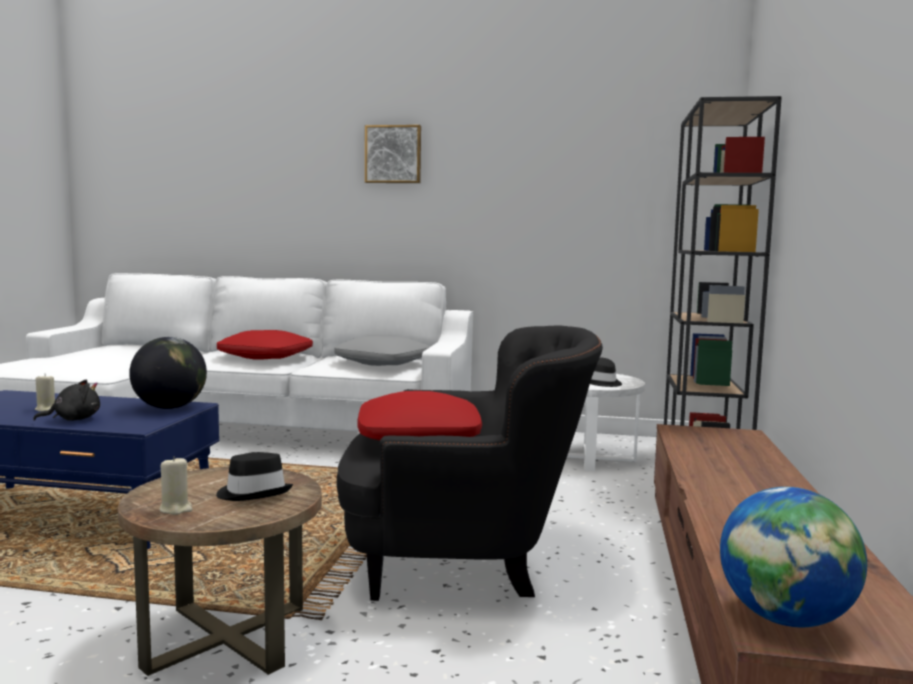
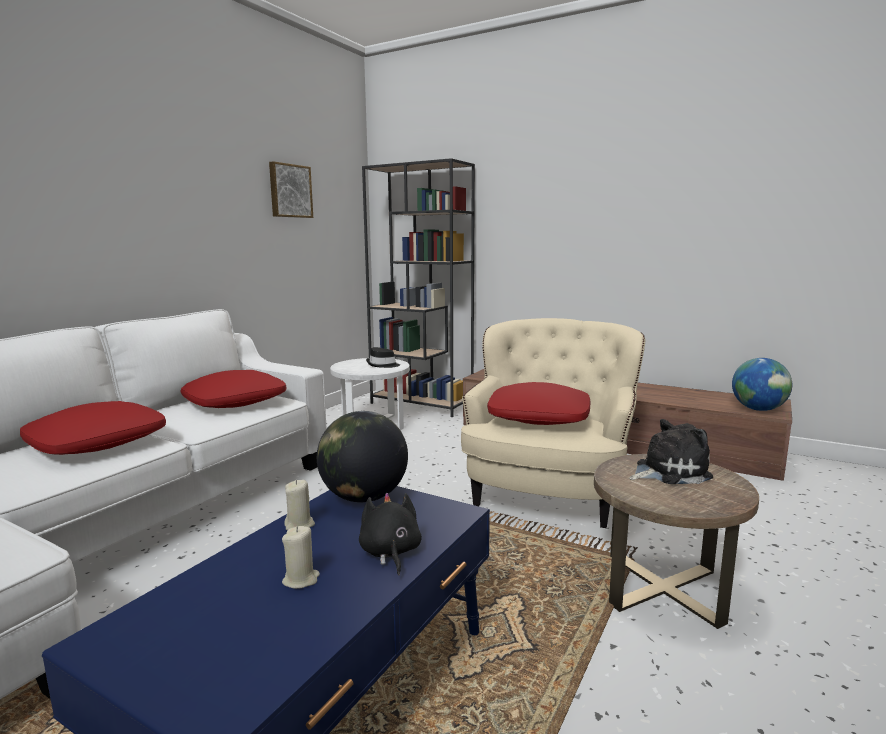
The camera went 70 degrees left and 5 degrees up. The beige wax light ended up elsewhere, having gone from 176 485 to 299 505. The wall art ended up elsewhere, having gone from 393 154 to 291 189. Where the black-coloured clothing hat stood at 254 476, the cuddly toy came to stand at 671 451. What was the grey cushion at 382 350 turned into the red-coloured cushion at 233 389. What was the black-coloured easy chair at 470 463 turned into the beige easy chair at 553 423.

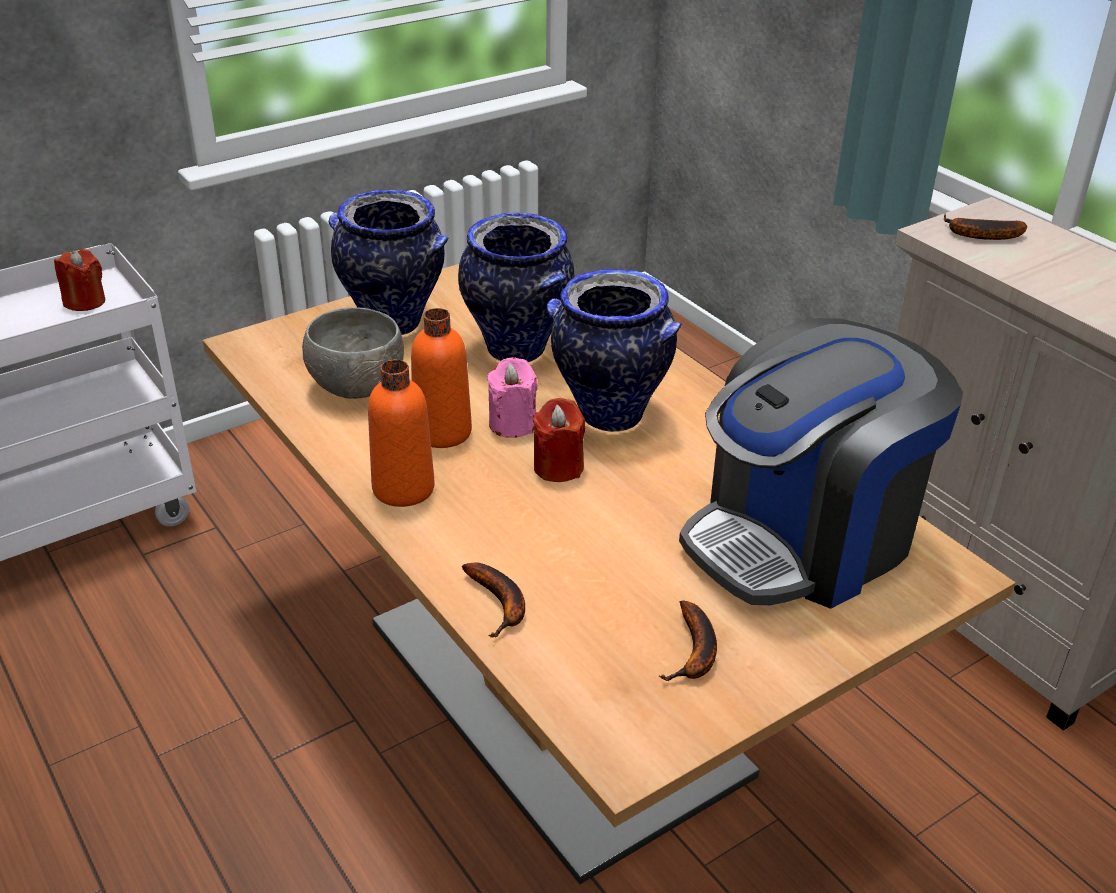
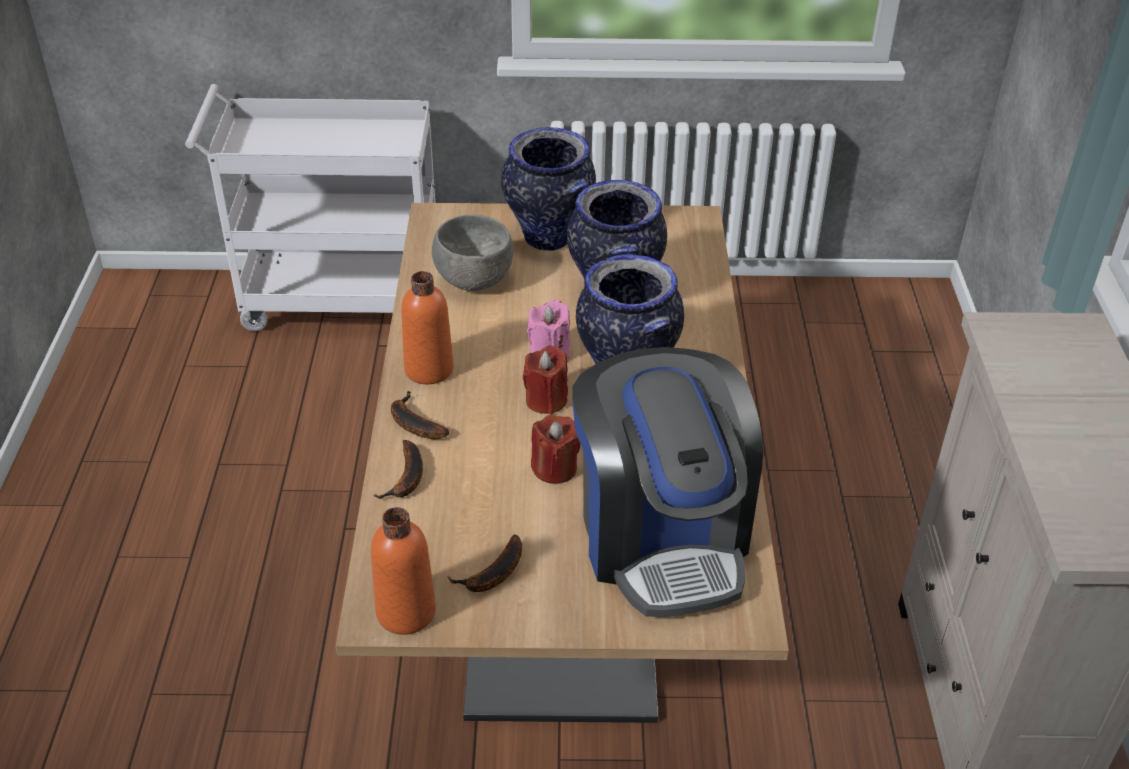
The camera went 35 degrees right and 5 degrees up. The red-coloured wax light ended up elsewhere, having gone from 79 280 to 556 449. The orange drink bottle ended up elsewhere, having gone from 441 378 to 403 571. The whole banana ended up elsewhere, having gone from 985 227 to 420 415. The coffee maker at 821 463 ended up facing another way, 105 degrees counterclockwise from before.

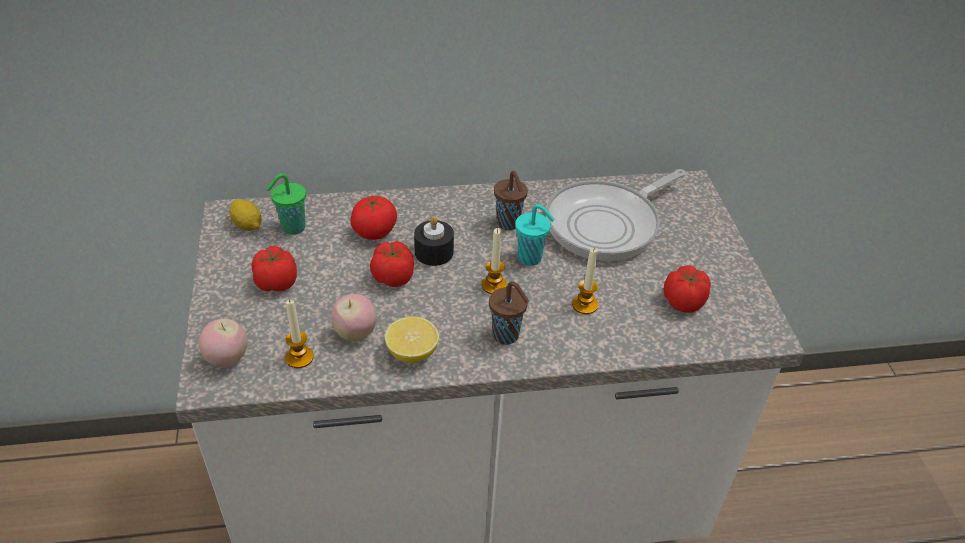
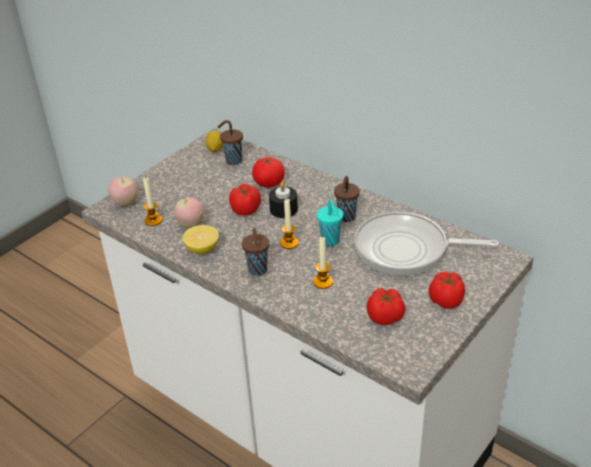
The camera went 50 degrees right and 5 degrees down. The whole tomato ended up elsewhere, having gone from 274 269 to 447 290. What was the greenish drinking cup at 286 204 turned into the brown-coloured drinking cup at 230 142.

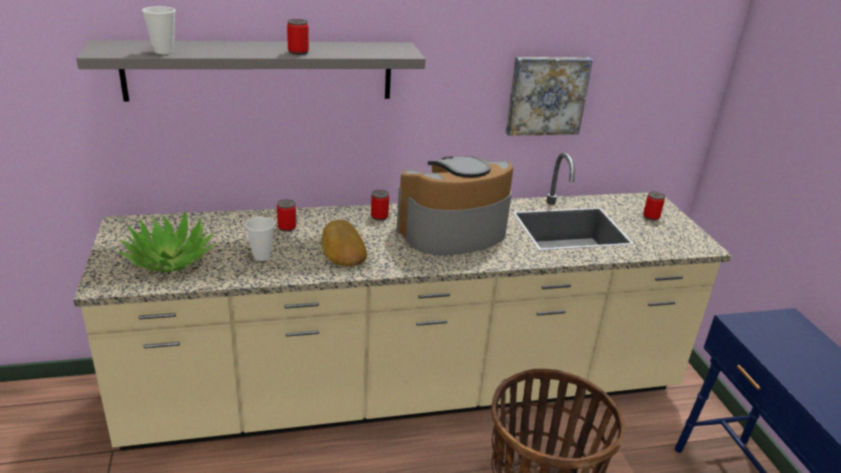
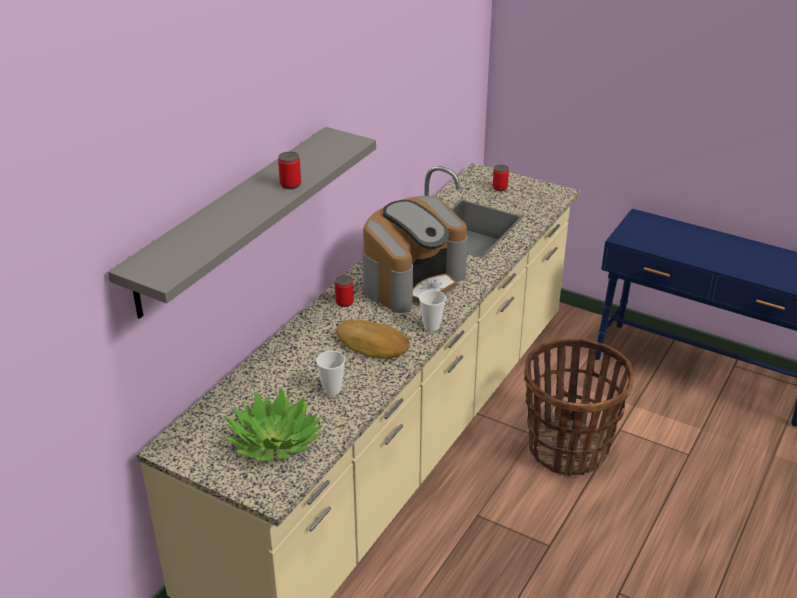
The camera went 45 degrees left and 5 degrees up. The second view lost the sealed can at 286 215. The second view lost the wall art at 549 96. The drinking cup ended up elsewhere, having gone from 159 30 to 432 310. The coffee maker at 455 205 ended up facing another way, 150 degrees counterclockwise from before.

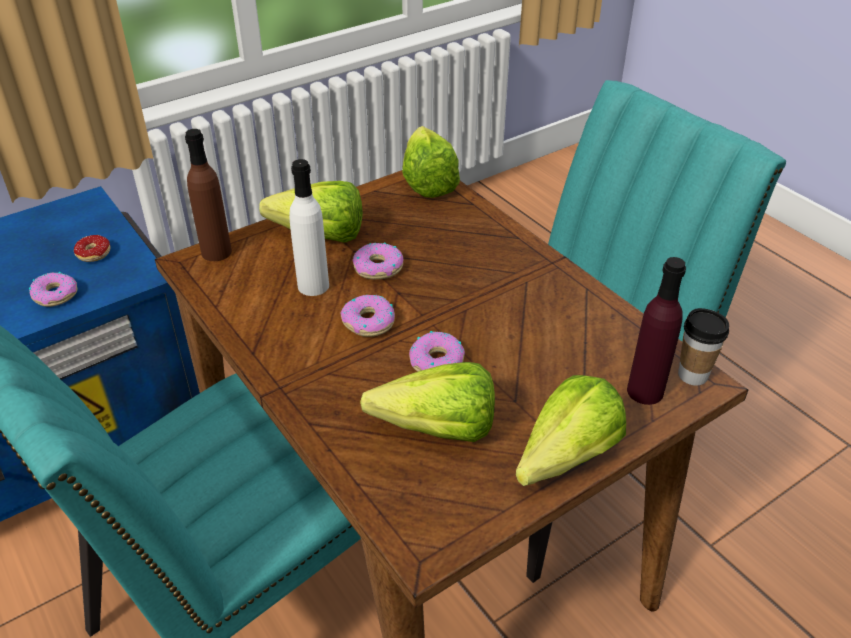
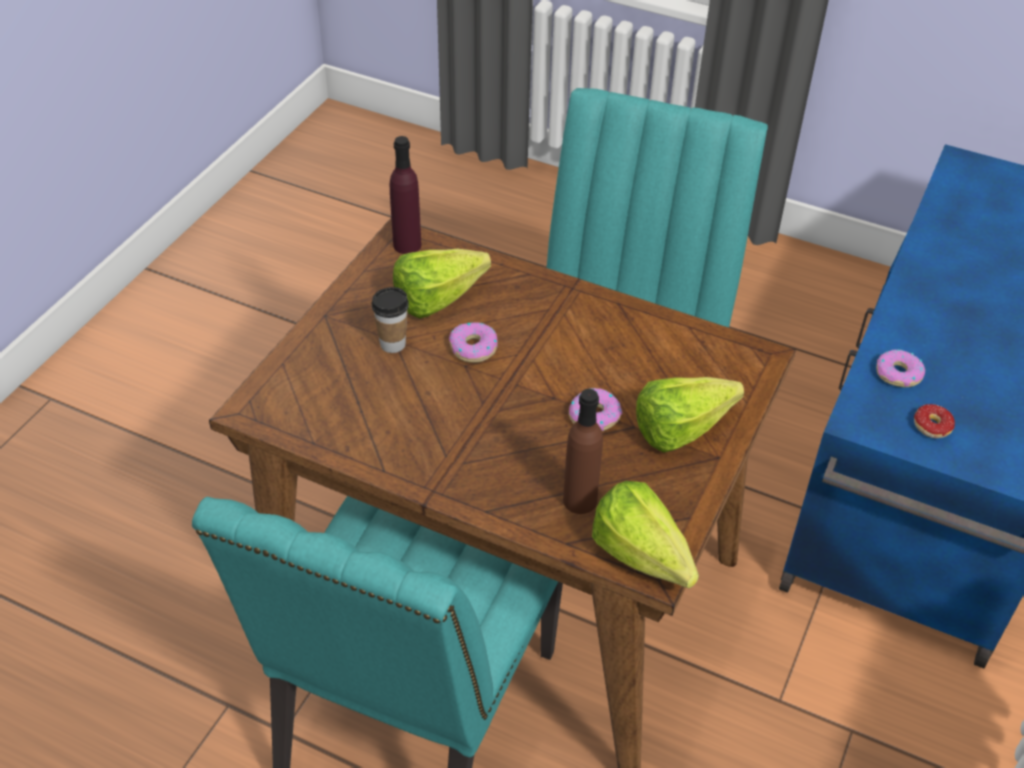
The camera went 150 degrees right and 5 degrees up. The second view lost the white-coloured drink bottle at 309 227. The second view lost the doughnut at 367 315. The second view lost the lettuce head at 571 430. The brown-coloured drink bottle ended up elsewhere, having gone from 208 195 to 583 451. The purple drink bottle ended up elsewhere, having gone from 656 331 to 405 195. The drinking cup ended up elsewhere, having gone from 703 347 to 390 320.

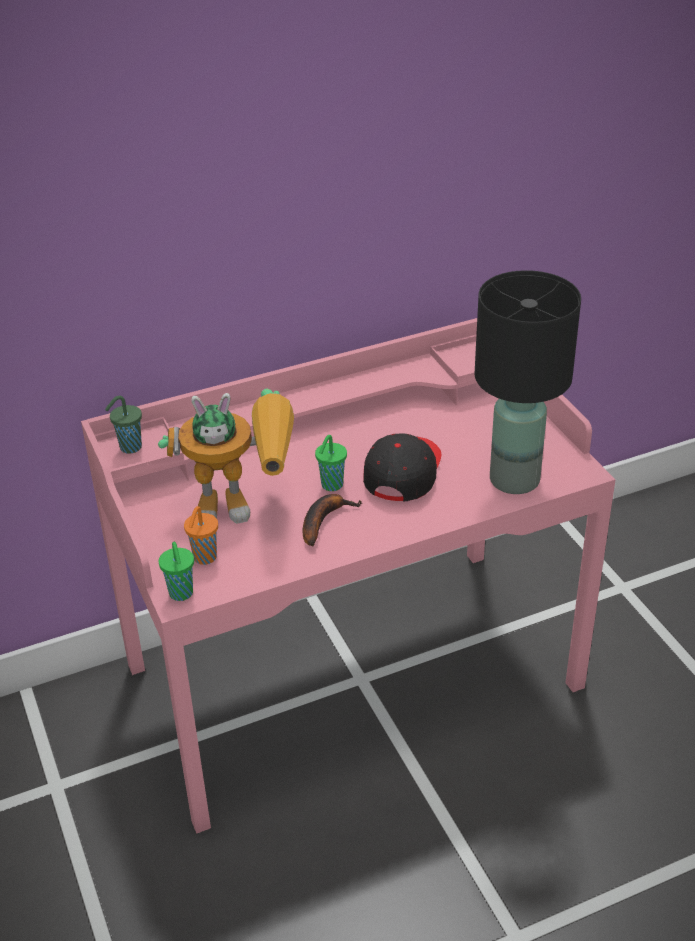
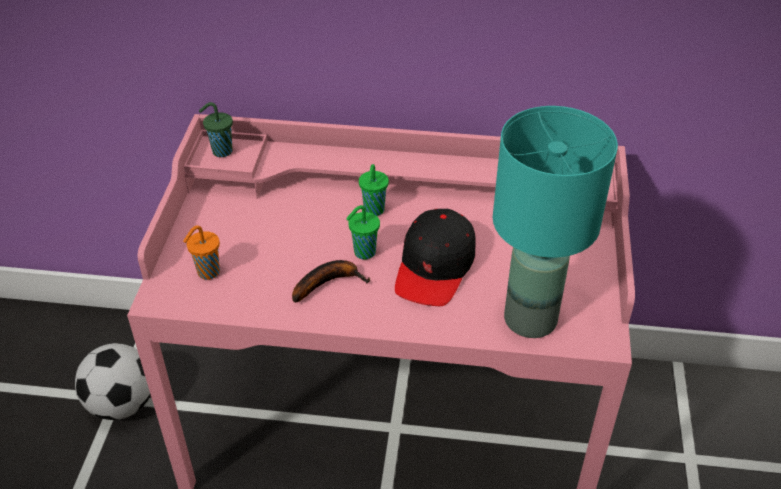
The camera went 30 degrees right and 5 degrees up. The second view lost the toy robot at 226 456. The second view gained the football ball at 113 381. The greenish drinking cup ended up elsewhere, having gone from 176 571 to 374 190. What was the black-coloured lamp for a table at 528 382 turned into the blue-green lamp for a table at 555 222. The black-coloured baseball cap at 402 467 ended up facing another way, 150 degrees clockwise from before.

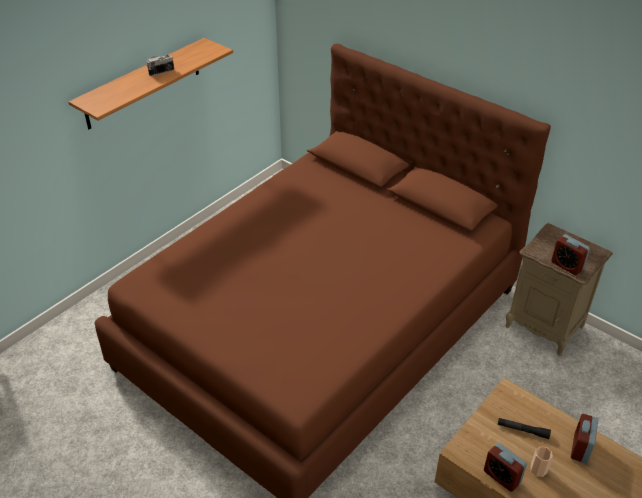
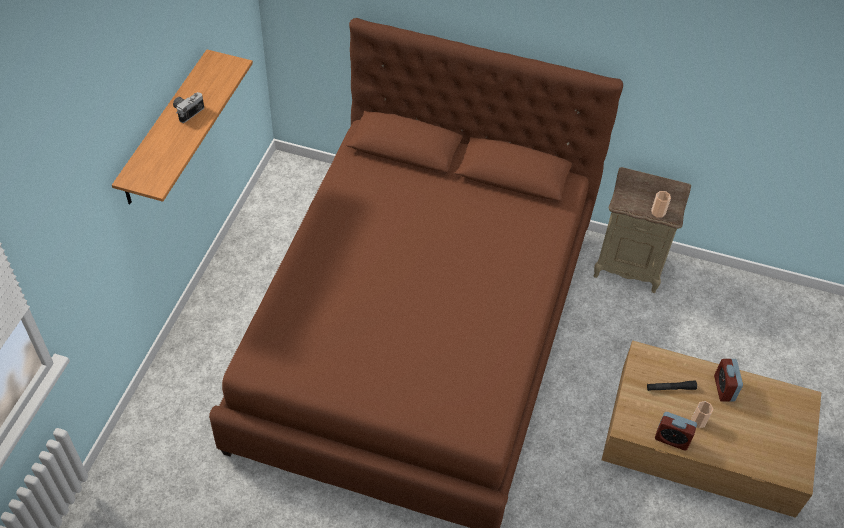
The camera went 25 degrees left and 10 degrees up. Where the bedside clock stood at 570 254, the drinking cup came to stand at 661 204.

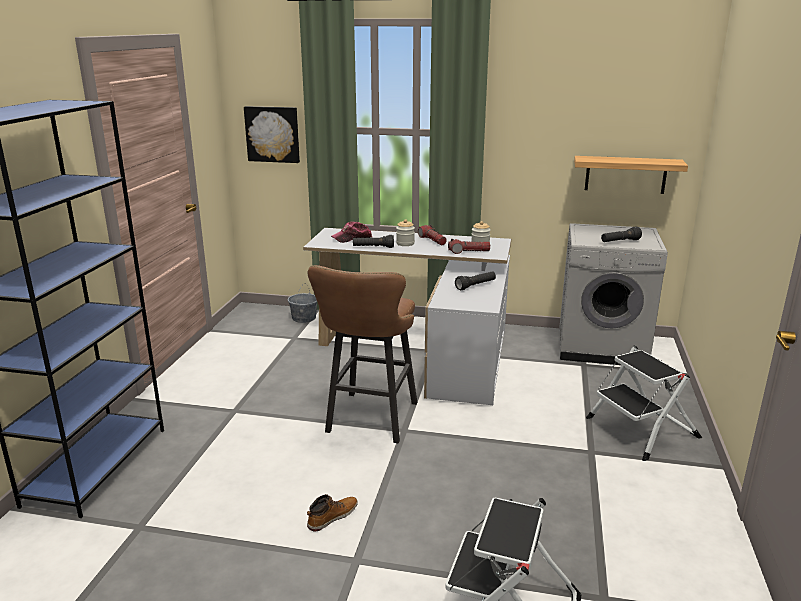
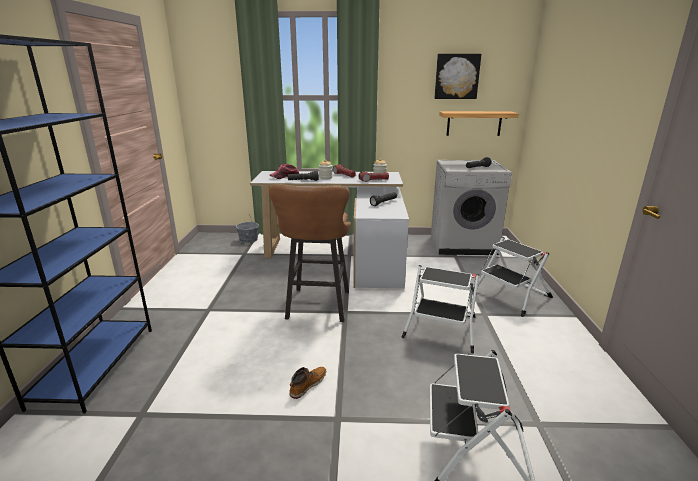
The camera went 10 degrees left and 0 degrees up. The second view gained the stepladder at 440 309. The wall art ended up elsewhere, having gone from 272 134 to 457 76.

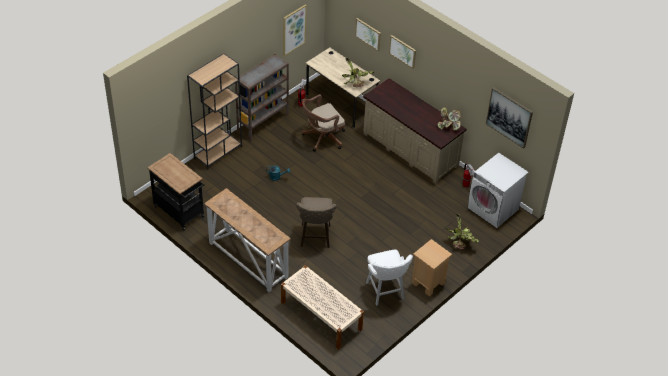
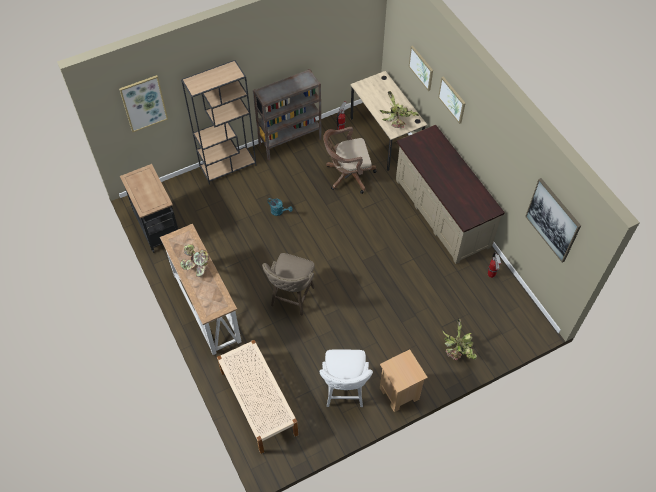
The camera went 20 degrees right and 10 degrees up. The second view lost the white-coloured washing machine at 498 190. The wall art ended up elsewhere, having gone from 295 30 to 143 103. The houseplant ended up elsewhere, having gone from 449 119 to 194 260.

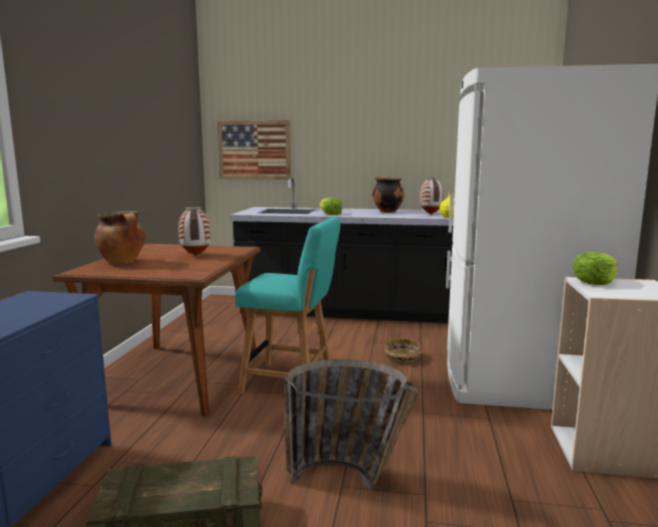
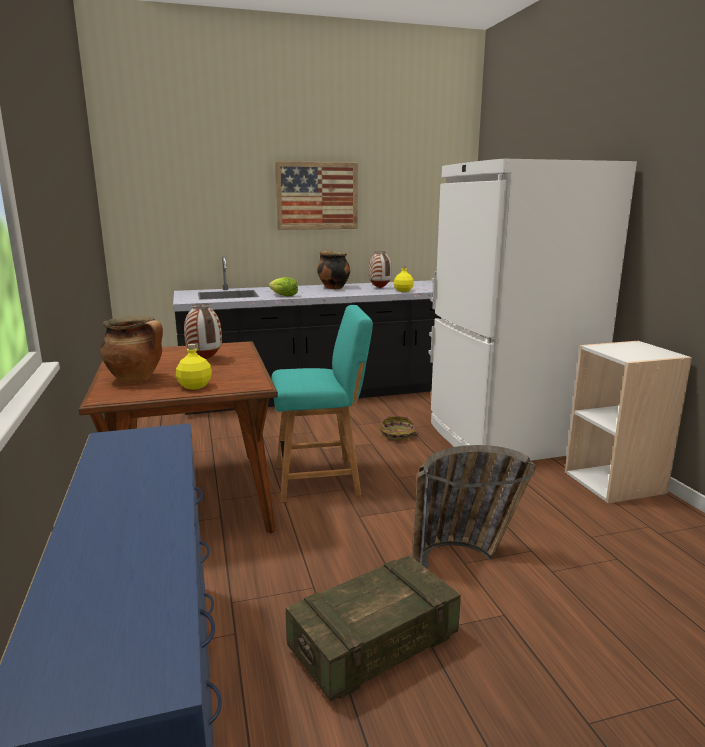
The camera went 25 degrees left and 5 degrees up. The second view lost the lettuce head at 595 268. The second view gained the yellowish drink bottle at 194 367. The wall art ended up elsewhere, having gone from 254 150 to 316 195.

